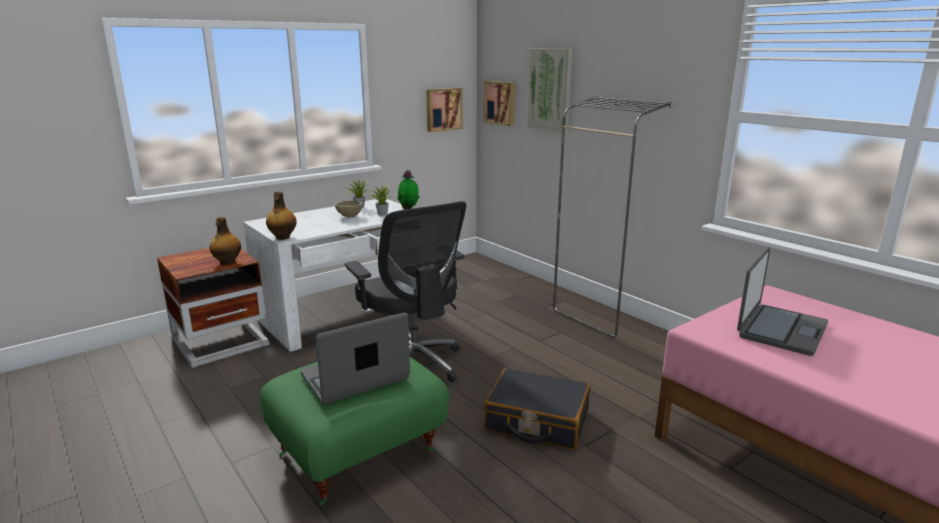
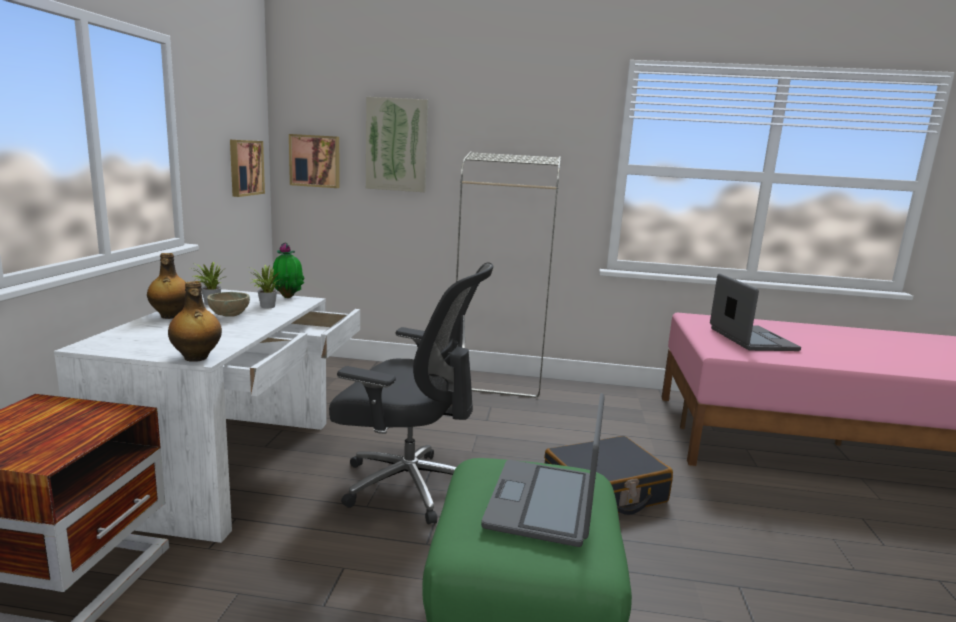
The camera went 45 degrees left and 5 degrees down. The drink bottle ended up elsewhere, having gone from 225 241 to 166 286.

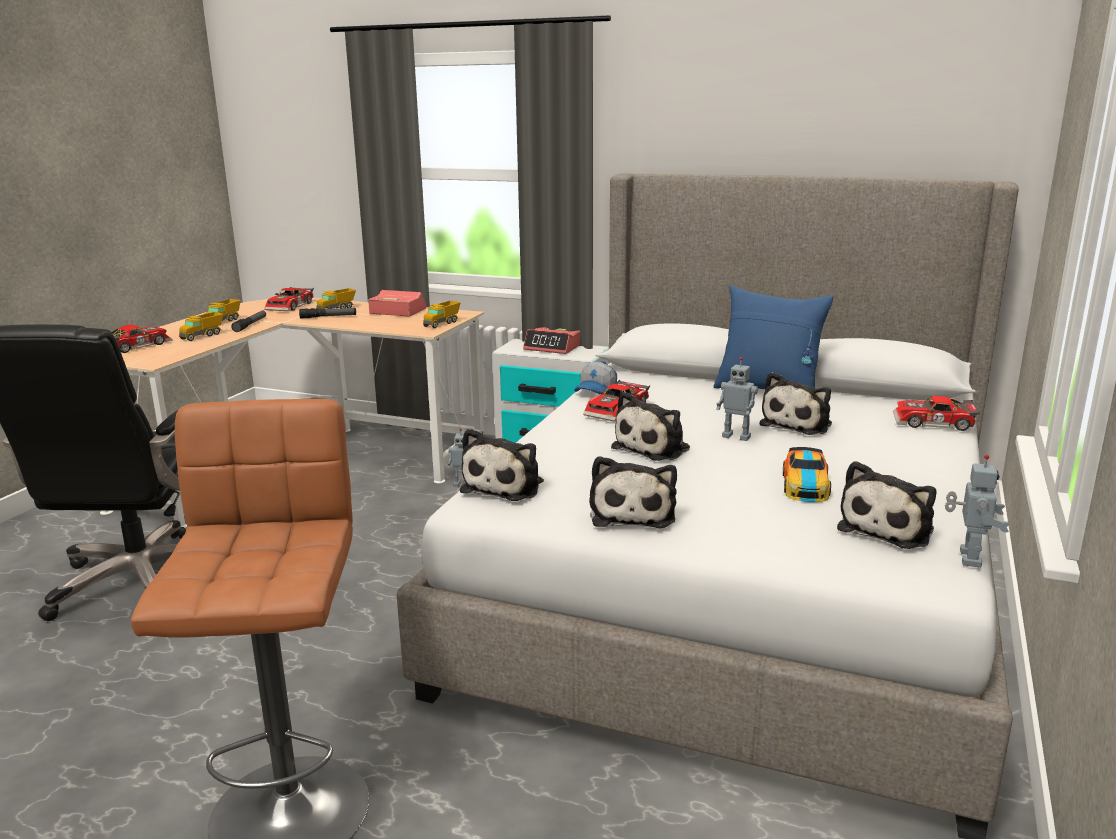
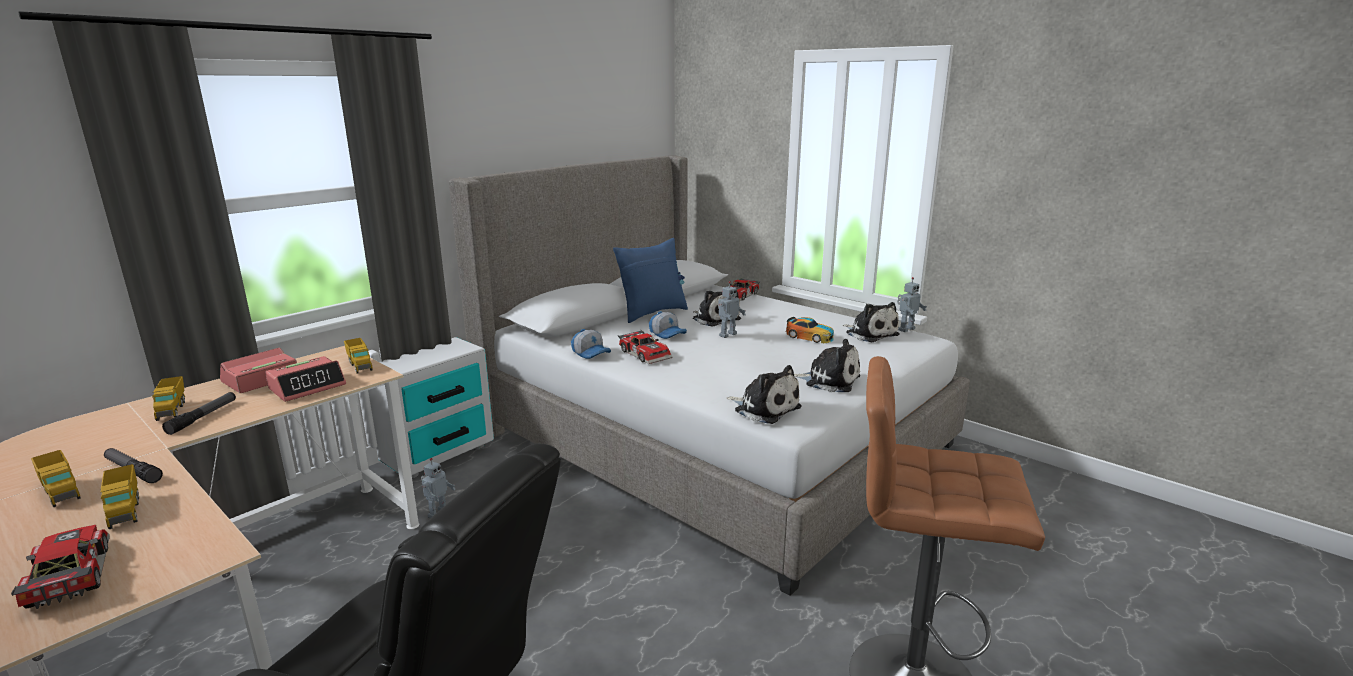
The camera went 70 degrees left and 0 degrees up. The second view lost the toy car at 289 299. The second view lost the cuddly toy at 650 426. The second view gained the baseball cap at 668 325. The bedside clock ended up elsewhere, having gone from 551 340 to 305 379. The toy robot at 977 511 ended up facing another way, 105 degrees clockwise from before.

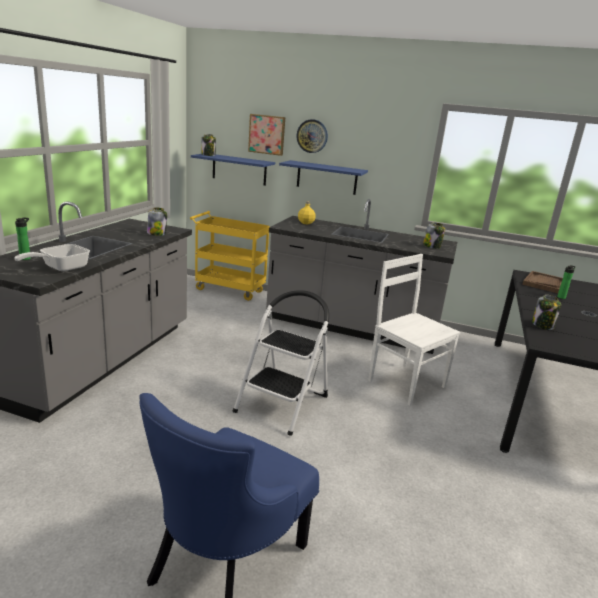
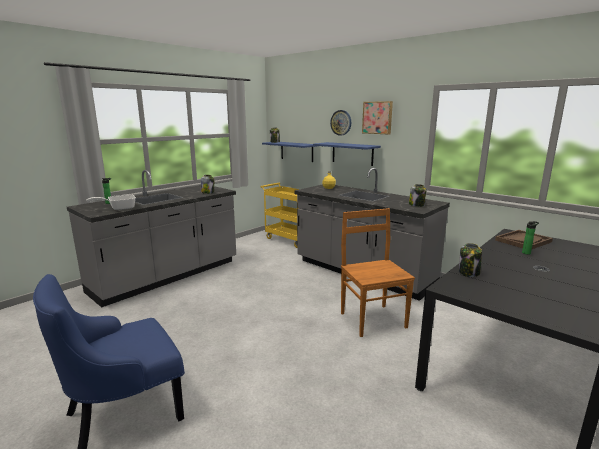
The camera went 25 degrees right and 5 degrees down. The second view lost the stepladder at 280 363. The wall art ended up elsewhere, having gone from 266 135 to 377 118. What was the white-coloured upright chair at 414 330 turned into the brown-coloured upright chair at 378 272.

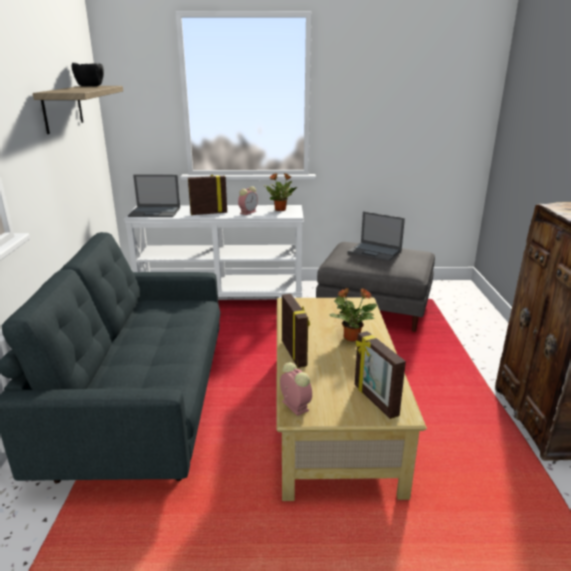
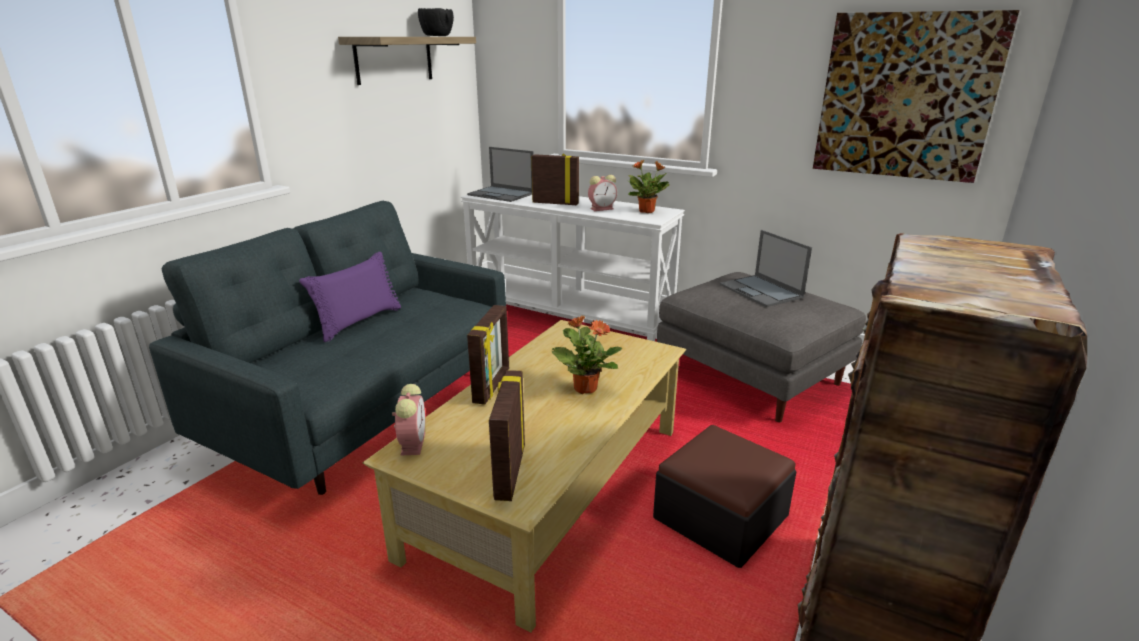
The camera went 30 degrees right and 0 degrees up. The second view gained the purple cushion at 350 297. The second view gained the ottoman at 724 496. The second view gained the wall art at 916 96.

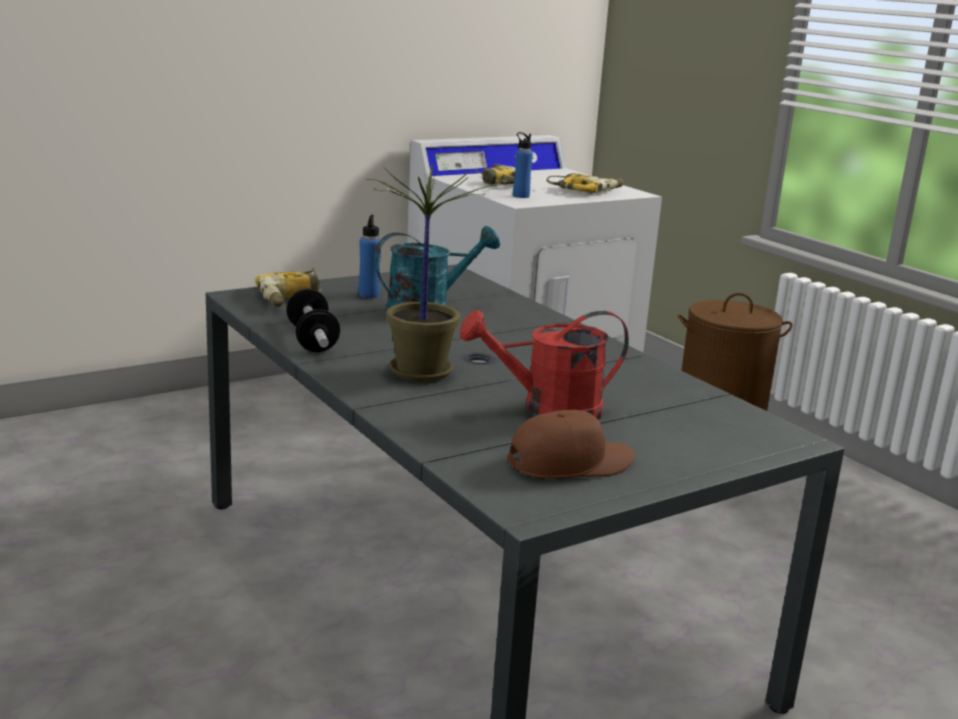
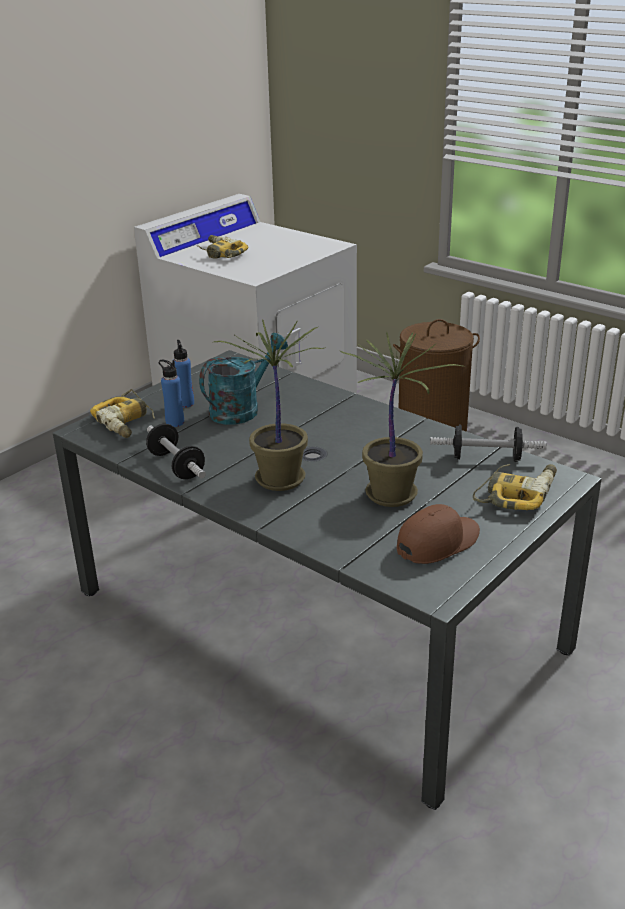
The camera went 15 degrees left and 10 degrees up. The second view gained the hand weight at 488 443. The bluish drink bottle ended up elsewhere, having gone from 523 165 to 171 393. The electric drill ended up elsewhere, having gone from 584 183 to 515 487. Where the red-coloured watering can stood at 544 365, the houseplant came to stand at 400 419.

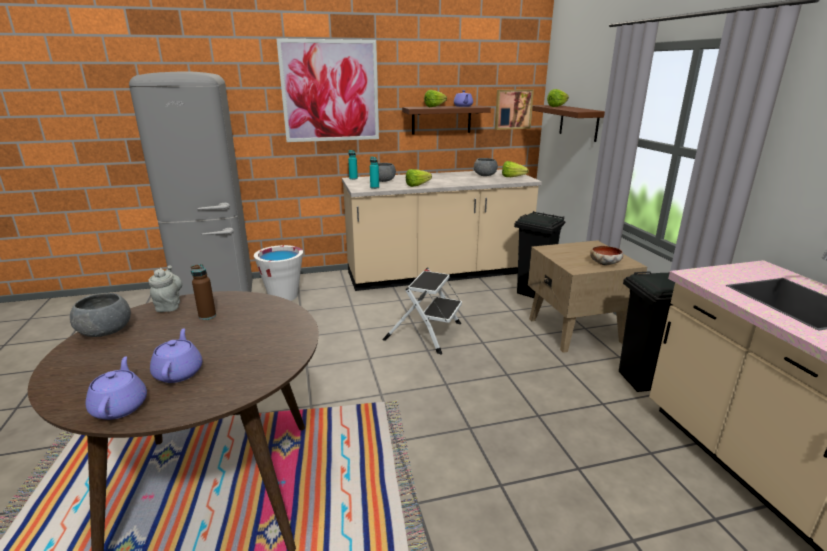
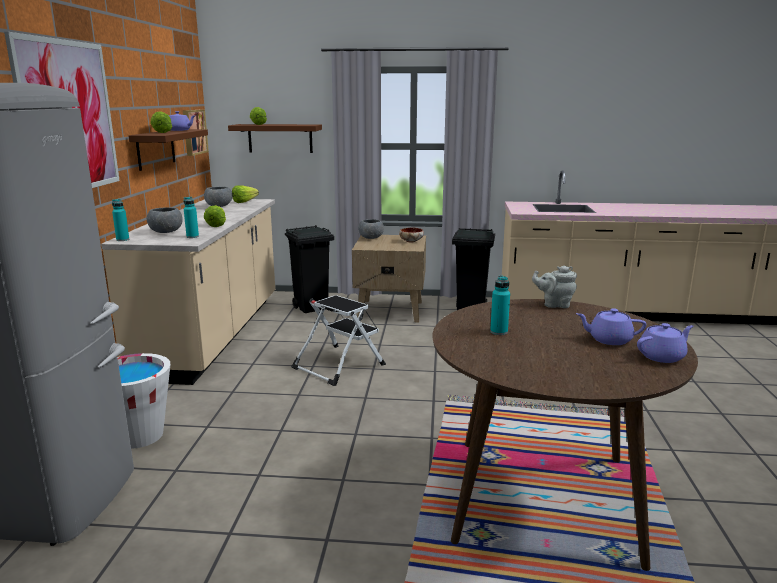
The camera went 70 degrees left and 5 degrees down. The grey serving bowl ended up elsewhere, having gone from 100 315 to 371 229. The grey pot for tea ended up elsewhere, having gone from 165 288 to 554 286. What was the brown-coloured drink bottle at 203 292 turned into the blue-green drink bottle at 500 305. The purple pot for tea at 116 388 ended up facing another way, 150 degrees clockwise from before.

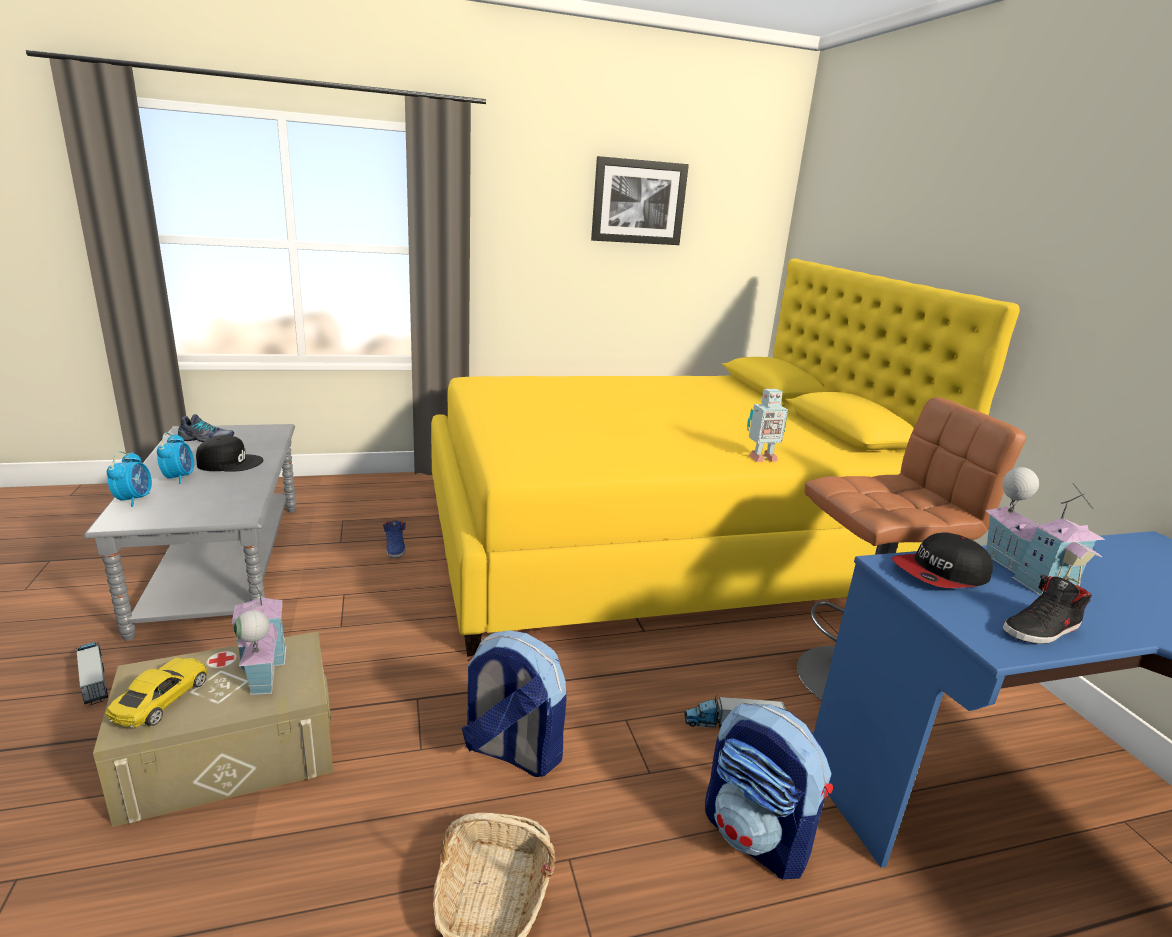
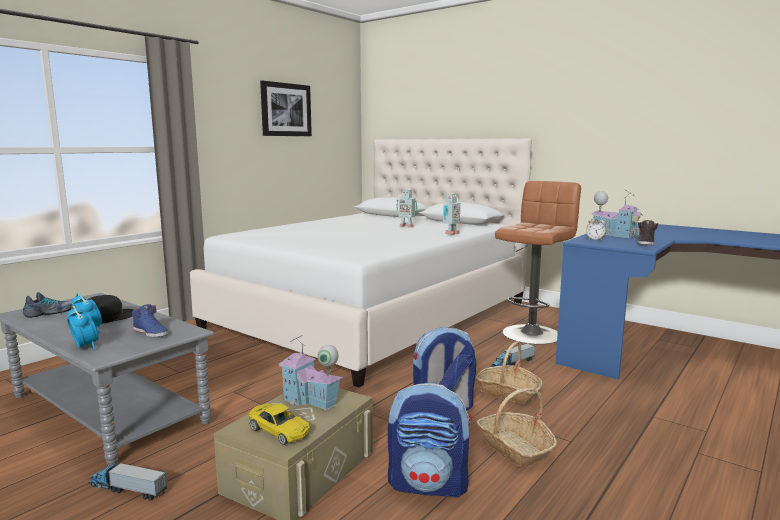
The camera went 35 degrees left and 10 degrees down. The second view gained the toy robot at 407 209. The second view gained the basket at 509 372. The bluish shoe ended up elsewhere, having gone from 394 539 to 150 320. The backpack ended up elsewhere, having gone from 769 791 to 430 440. Where the baseball cap stood at 942 560, the bedside clock came to stand at 596 228. What was the yellowish sleeping bed at 725 457 turned into the white-coloured sleeping bed at 361 262. The yellowish toy car at 156 693 ended up facing another way, 150 degrees clockwise from before.

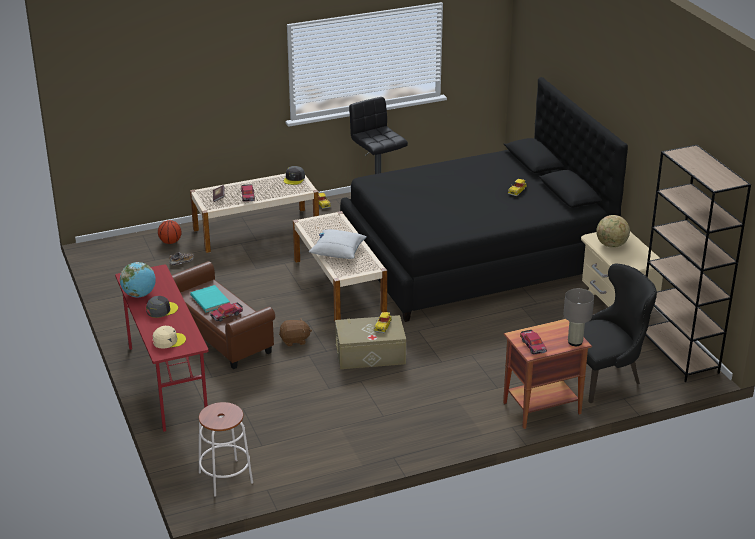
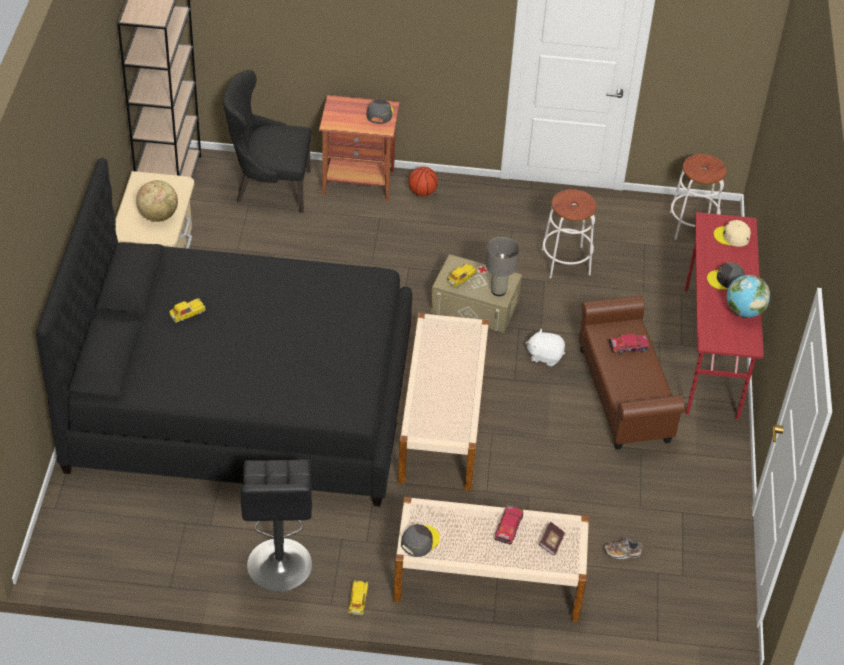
The camera went 155 degrees left and 15 degrees up. The second view lost the blue-green book at 210 298. The second view lost the grey cushion at 338 244. The second view gained the white-coloured sitting stool at 569 233. The basketball ended up elsewhere, having gone from 170 232 to 423 181. The grey lamp for a table ended up elsewhere, having gone from 579 317 to 502 266. Where the toy car stood at 533 342, the grey baseball cap came to stand at 379 111. What was the brown-coloured cuddly toy at 295 332 turned into the white-coloured cuddly toy at 545 347.

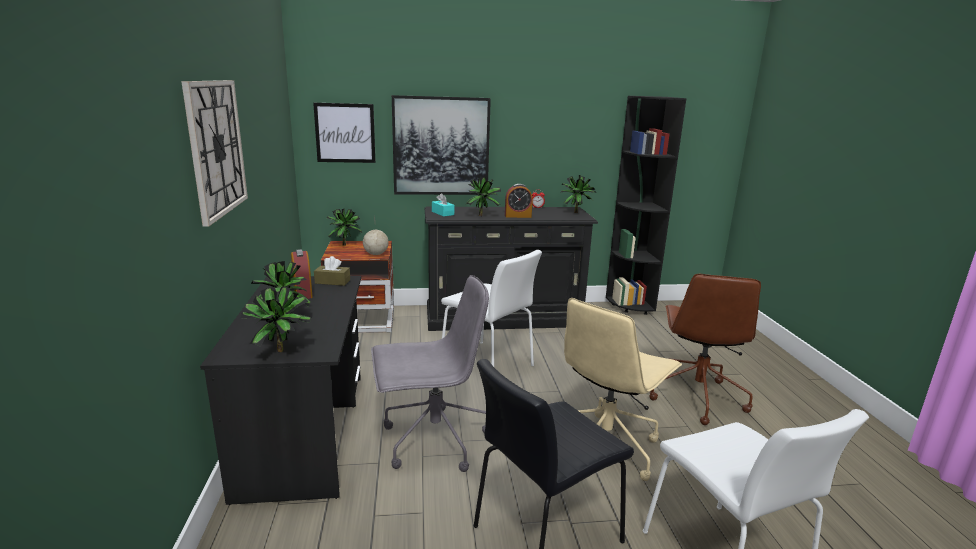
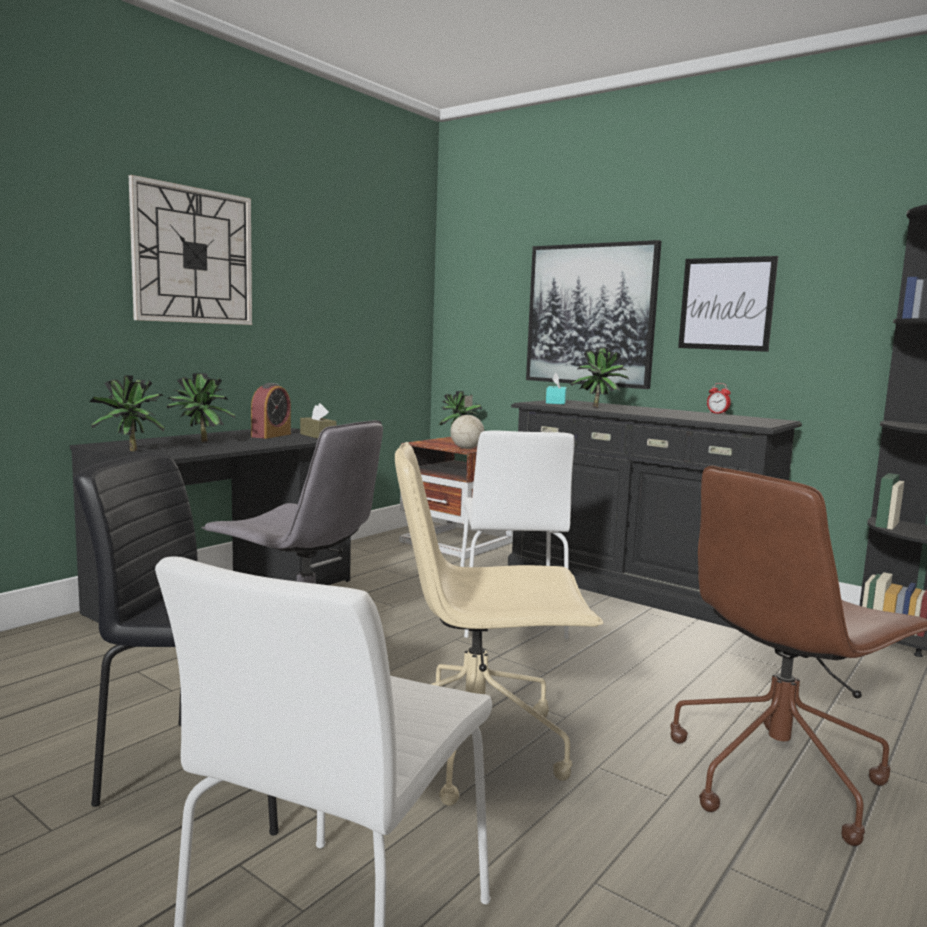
The camera went 45 degrees right and 10 degrees down. The second view lost the bedside clock at 519 201. The second view lost the houseplant at 577 194. The wall art ended up elsewhere, having gone from 344 133 to 728 304.

